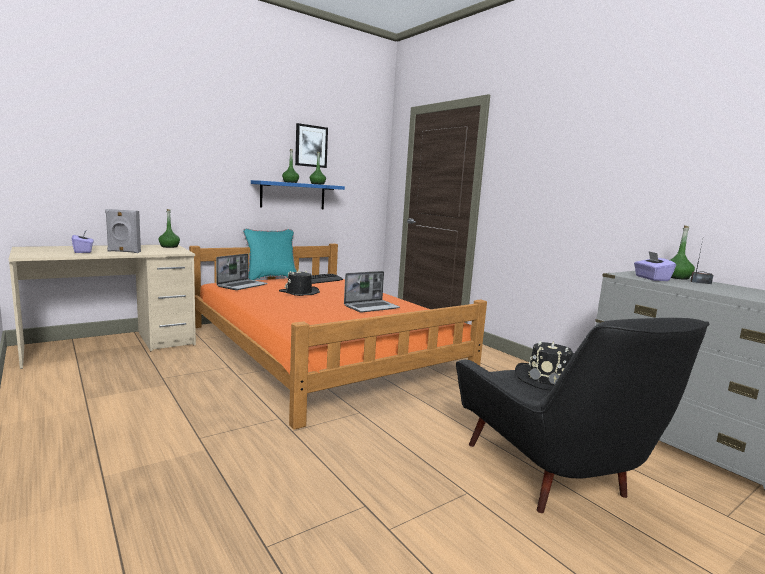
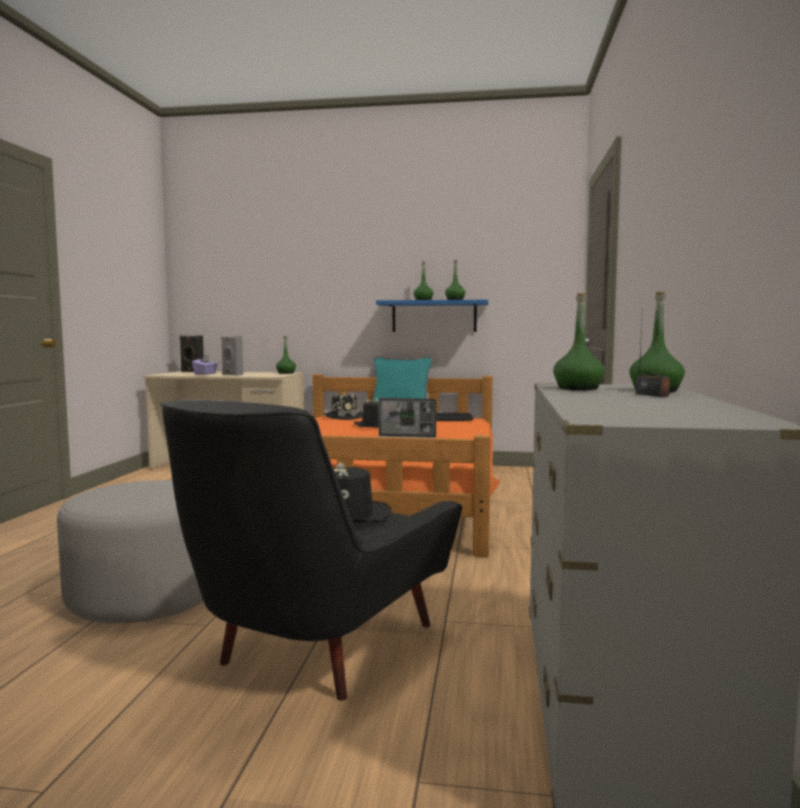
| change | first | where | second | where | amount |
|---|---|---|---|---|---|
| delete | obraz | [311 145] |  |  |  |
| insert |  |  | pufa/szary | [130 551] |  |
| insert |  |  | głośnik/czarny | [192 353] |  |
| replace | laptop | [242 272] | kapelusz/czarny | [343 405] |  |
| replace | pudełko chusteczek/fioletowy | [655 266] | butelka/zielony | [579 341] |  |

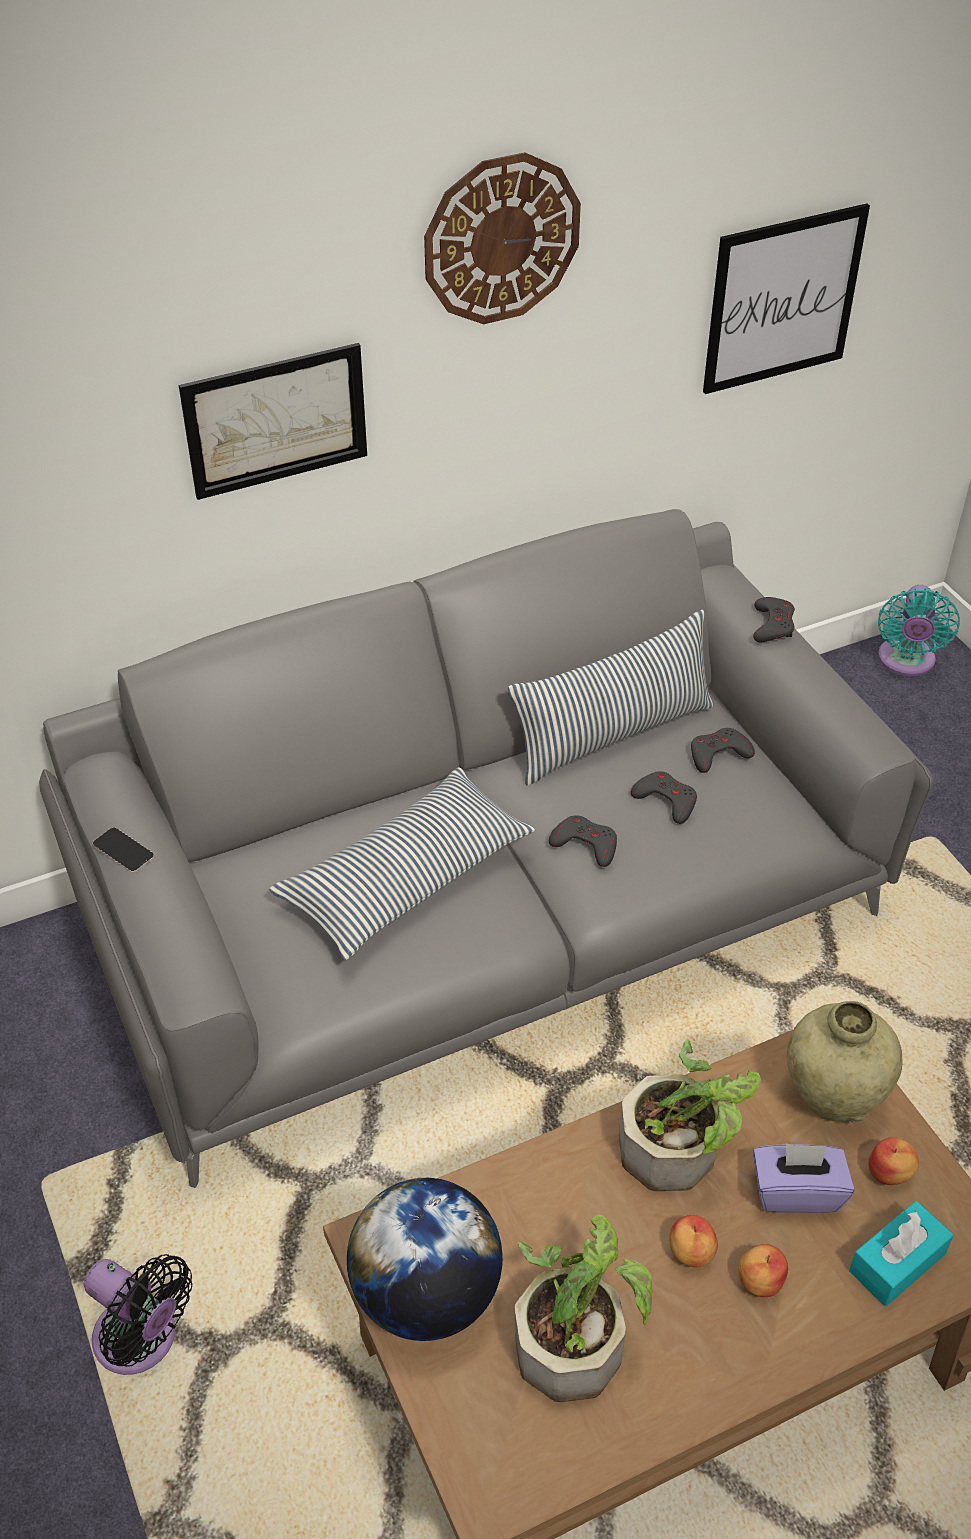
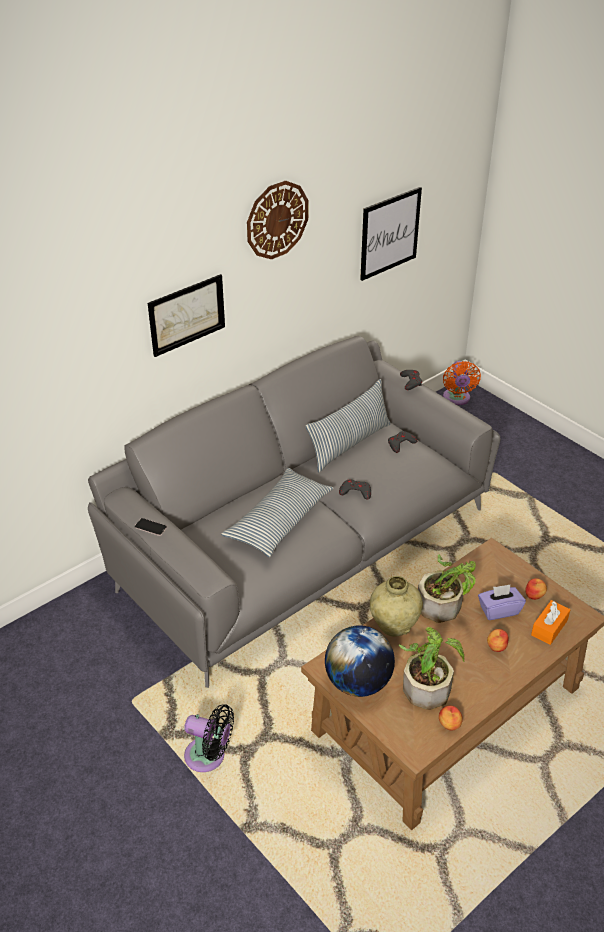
| change | first | where | second | where | amount |
|---|---|---|---|---|---|
| delete | pad do gier/szary | [664 797] |  |  |  |
| move | jabłko | [693 1241] |  | [451 718] |  |
| move | wazon/beżowy | [844 1062] |  | [396 606] |  |
| recolor | pudełko chusteczek/turkusowy | [901 1253] | pudełko chusteczek/pomarańczowy | [550 622] |  |
| recolor | wentylator/turkusowy | [919 630] | wentylator/pomarańczowy | [462 383] |  |

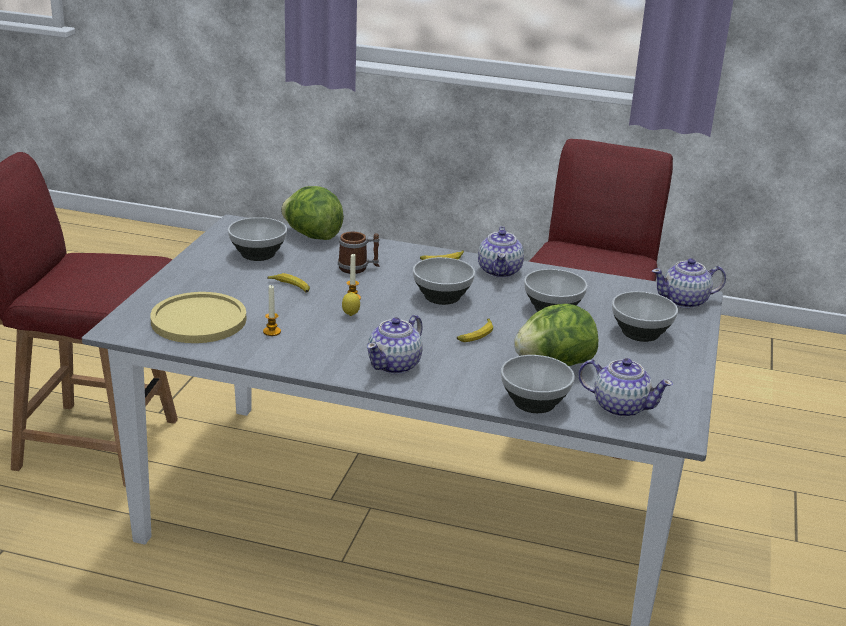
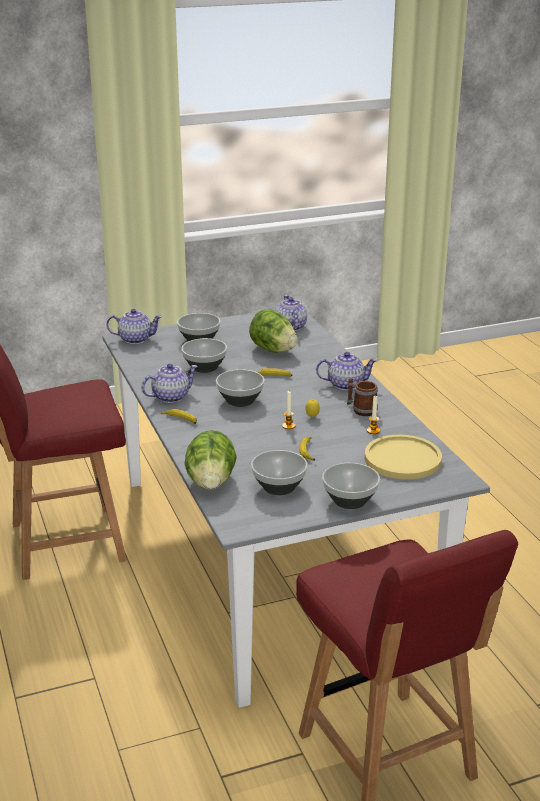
| change | first | where | second | where | amount |
|---|---|---|---|---|---|
| move | kubek | [359 253] |  | [362 397] |  |
| move | miska | [538 384] |  | [351 486] |  |
| rotate | imbryk | [689 283] |  | [134 326] | 45 degrees counterclockwise |

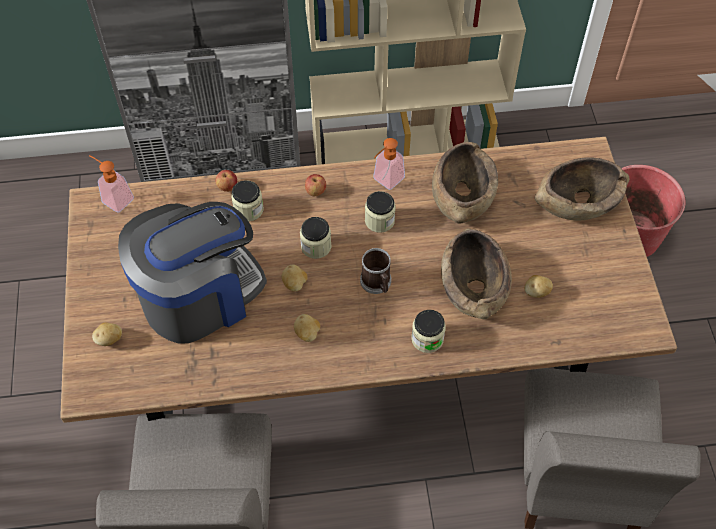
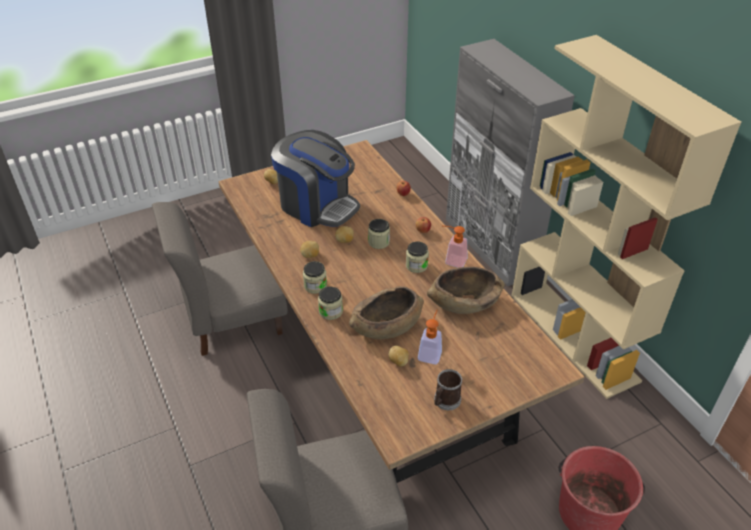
| change | first | where | second | where | amount |
|---|---|---|---|---|---|
| delete | miska/brązowy | [582 188] |  |  |  |
| move | dozownik mydła | [111 184] |  | [430 337] |  |
| move | słoik | [247 201] |  | [315 277] |  |
| move | kubek | [375 271] |  | [448 389] |  |

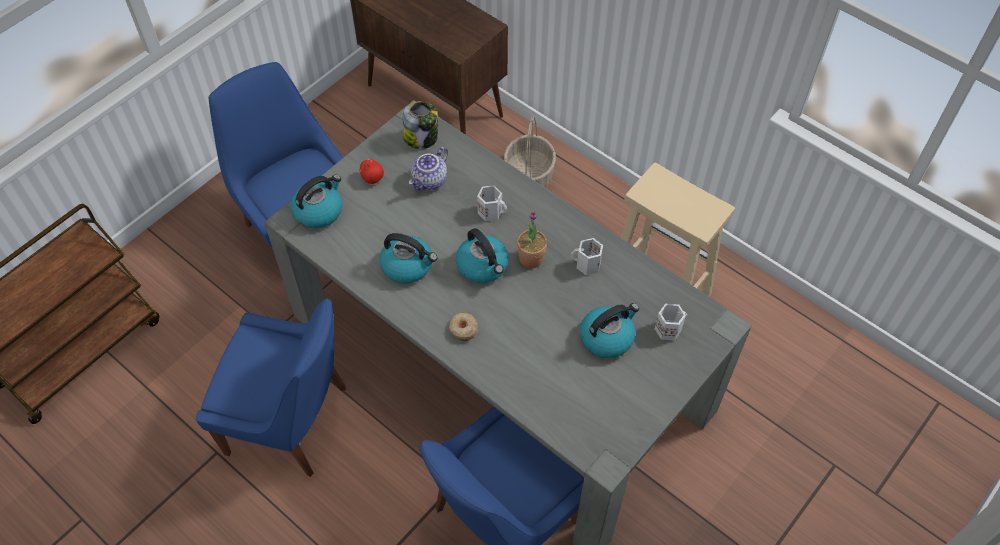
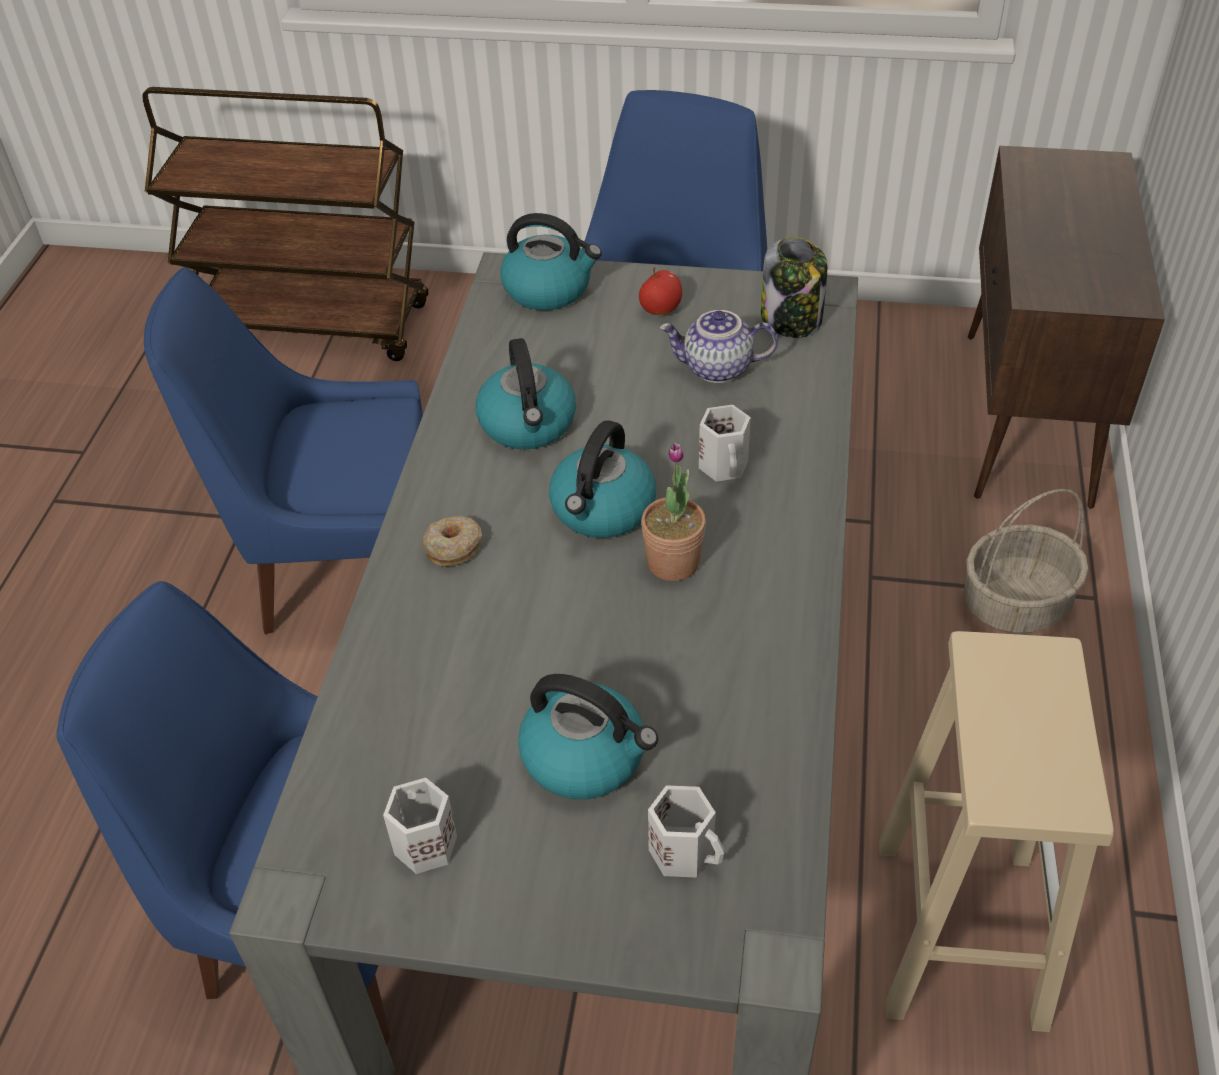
| change | first | where | second | where | amount |
|---|---|---|---|---|---|
| move | kubek/biały | [587 256] |  | [420 826] |  |
| rotate | krzesło/niebieski | [271 387] |  | [283 451] | 105 degrees clockwise |

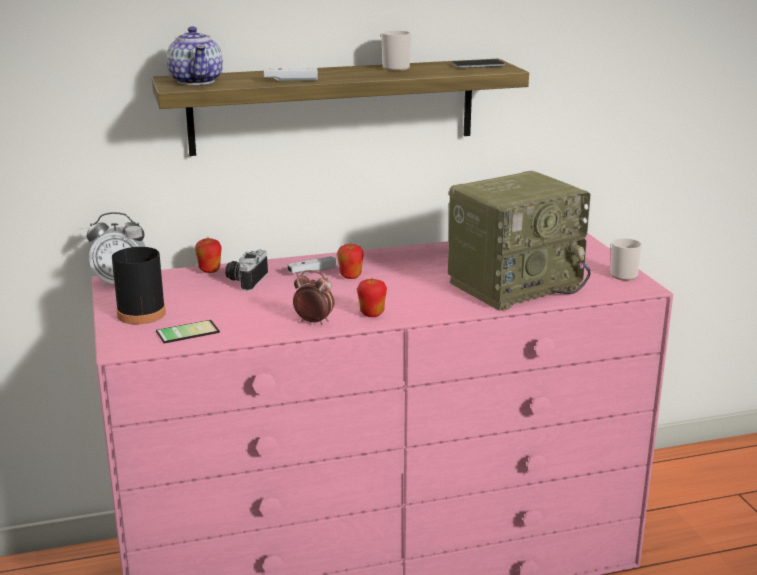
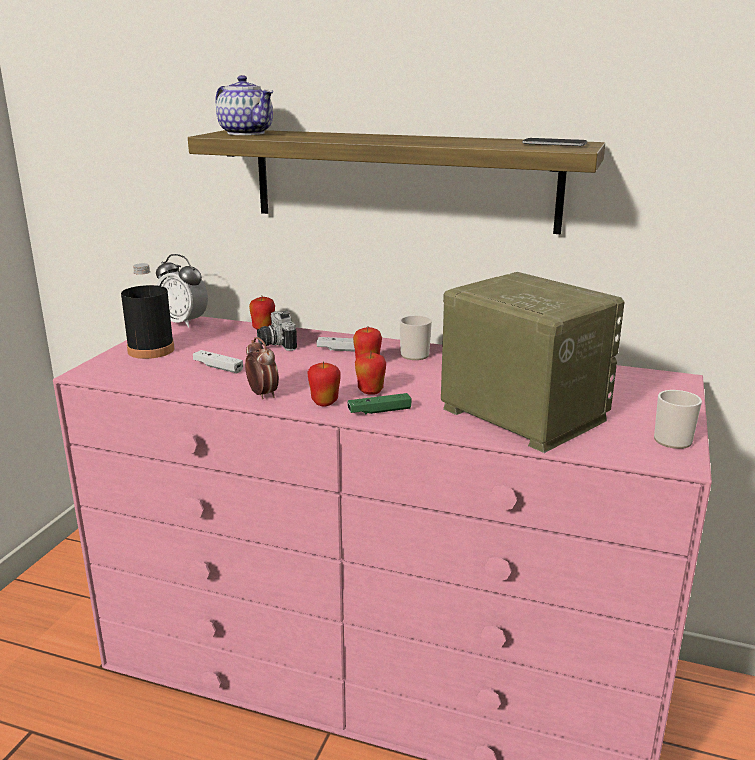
| change | first | where | second | where | amount |
|---|---|---|---|---|---|
| delete | telefon | [188 331] |  |  |  |
| insert |  |  | pad do gier/zielony | [380 403] |  |
| insert |  |  | jabłko | [370 373] |  |
| move | pad do gier/biały | [290 74] |  | [218 361] |  |
| move | kubek | [396 51] |  | [415 338] |  |
| rotate | imbryk | [194 55] |  | [244 105] | 60 degrees counterclockwise |
| rotate | aparat fotograficzny | [246 270] |  | [277 331] | 75 degrees counterclockwise |
| rotate | radio | [519 241] |  | [532 362] | 135 degrees counterclockwise |

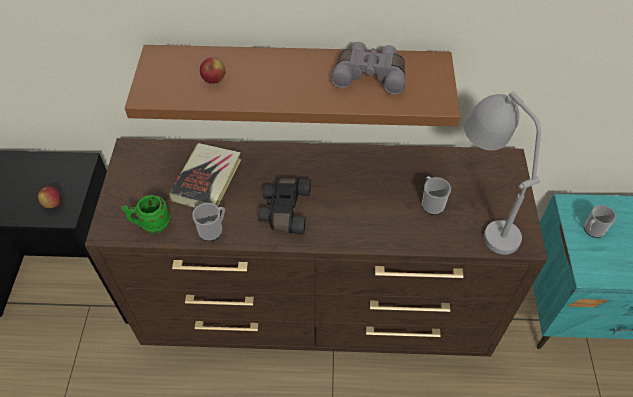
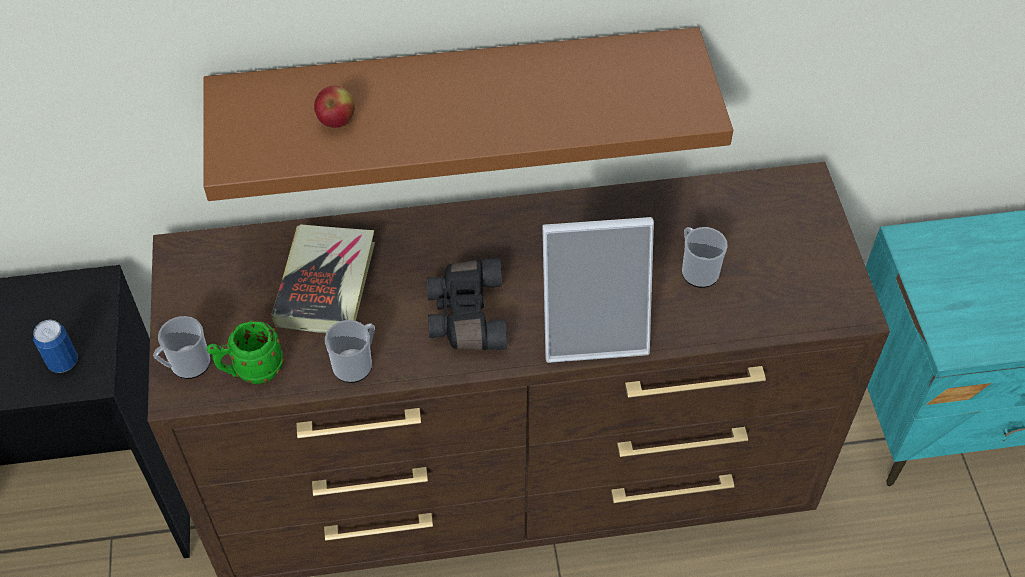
| change | first | where | second | where | amount |
|---|---|---|---|---|---|
| delete | lornetka/szary | [368 68] |  |  |  |
| delete | lampa stołowa/szary | [502 173] |  |  |  |
| insert |  |  | ramka na zdjęcie | [598 290] |  |
| move | kubek | [600 221] |  | [182 347] |  |
| replace | jabłko | [49 197] | puszka | [55 346] |  |

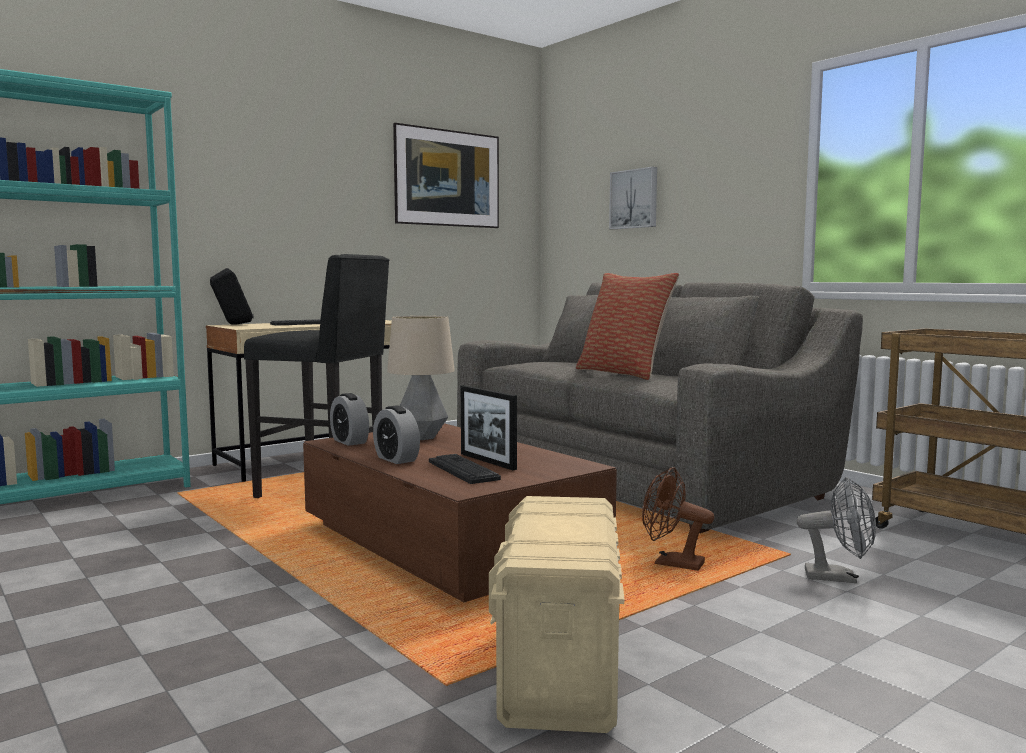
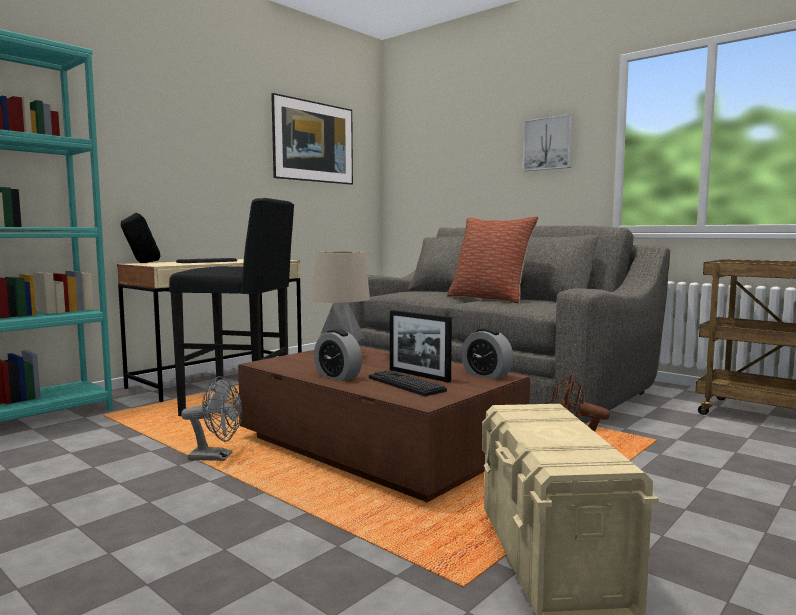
| change | first | where | second | where | amount |
|---|---|---|---|---|---|
| move | budzik | [349 419] |  | [487 354] |  |
| move | obraz | [633 198] |  | [548 142] |  |
| move | wentylator/szary | [836 530] |  | [211 418] |  |

